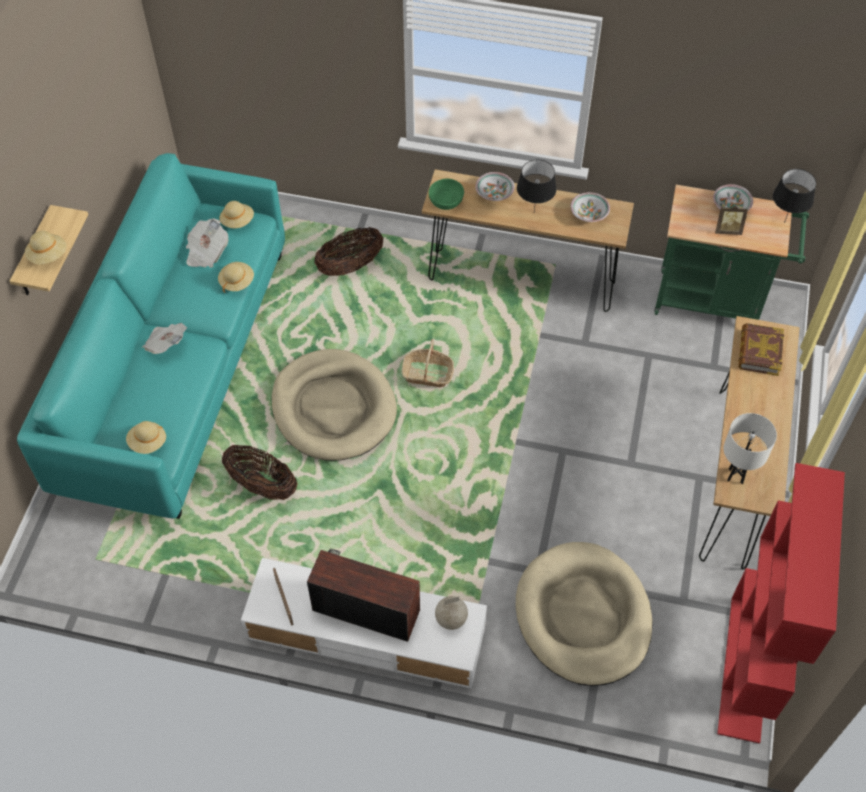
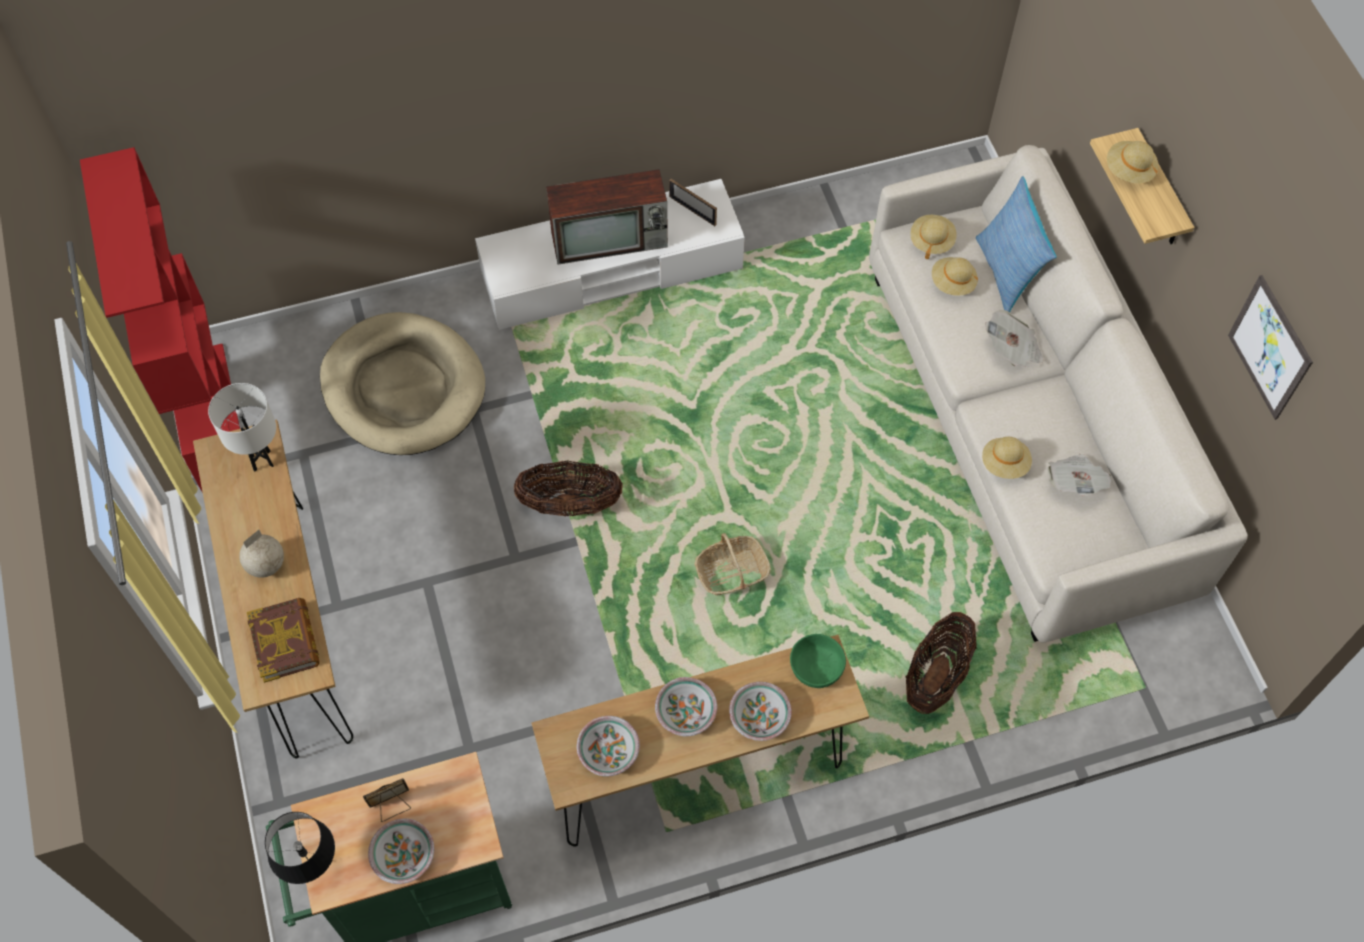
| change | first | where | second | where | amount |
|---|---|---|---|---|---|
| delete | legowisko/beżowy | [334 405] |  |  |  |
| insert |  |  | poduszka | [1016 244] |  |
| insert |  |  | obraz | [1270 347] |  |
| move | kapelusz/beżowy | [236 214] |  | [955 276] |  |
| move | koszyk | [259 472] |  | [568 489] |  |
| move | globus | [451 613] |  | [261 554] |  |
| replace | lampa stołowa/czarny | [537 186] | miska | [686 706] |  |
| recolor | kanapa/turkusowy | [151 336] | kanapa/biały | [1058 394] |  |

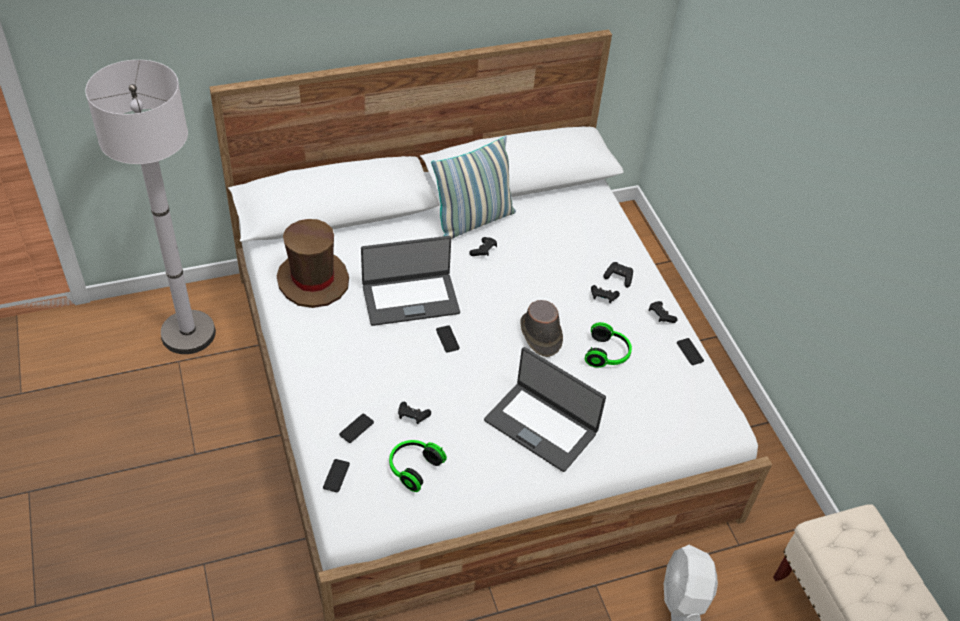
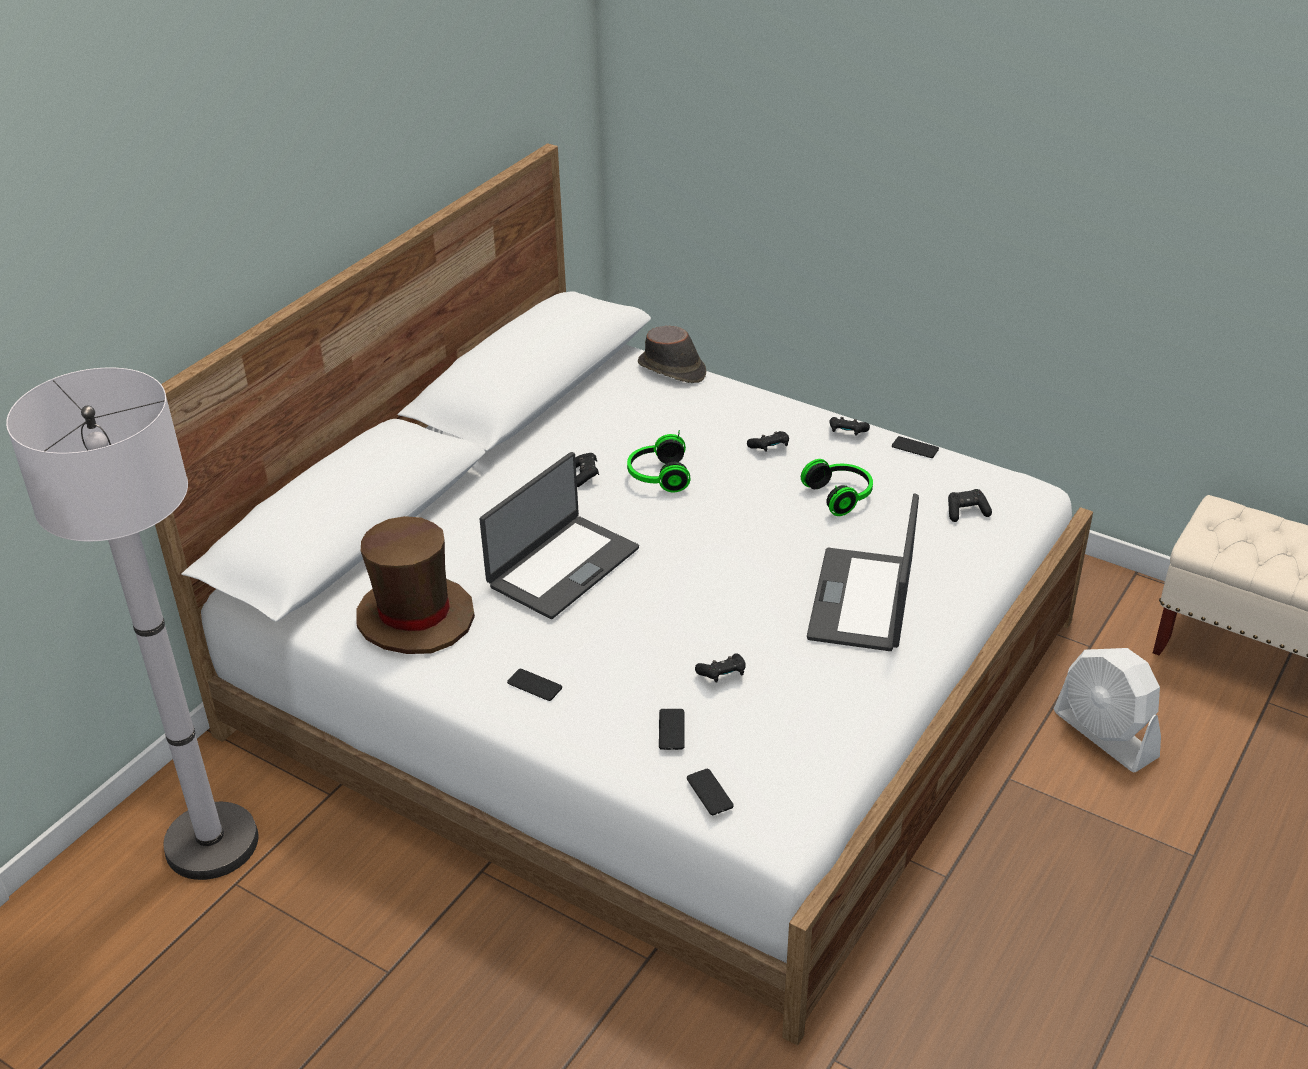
| change | first | where | second | where | amount |
|---|---|---|---|---|---|
| delete | poduszka | [473 187] |  |  |  |
| move | słuchawki | [418 466] |  | [659 461] |  |
| move | telefon | [448 339] |  | [534 685] |  |
| move | kapelusz/brązowy | [541 328] |  | [672 354] |  |
| move | pad do gier/czarny | [618 275] |  | [970 505] |  |
| rotate | laptop | [545 409] |  | [863 572] | 105 degrees clockwise |

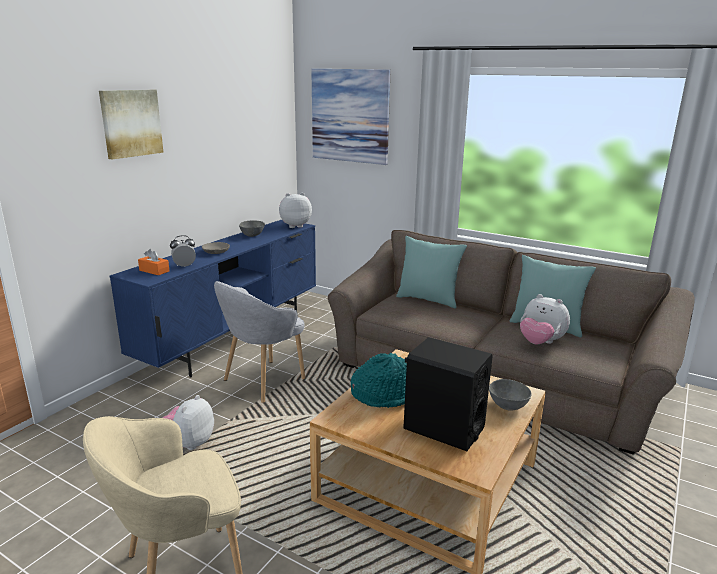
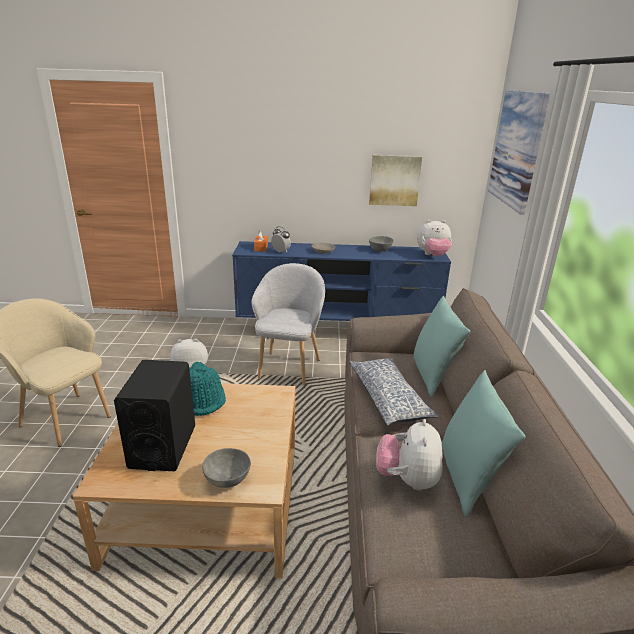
| change | first | where | second | where | amount |
|---|---|---|---|---|---|
| insert |  |  | poduszka | [394 392] |  |
| move | obraz | [131 125] |  | [395 180] |  |
| rotate | fotel/szary | [259 342] |  | [288 324] | 90 degrees clockwise |
| rotate | pluszak | [295 210] |  | [434 238] | 135 degrees clockwise |

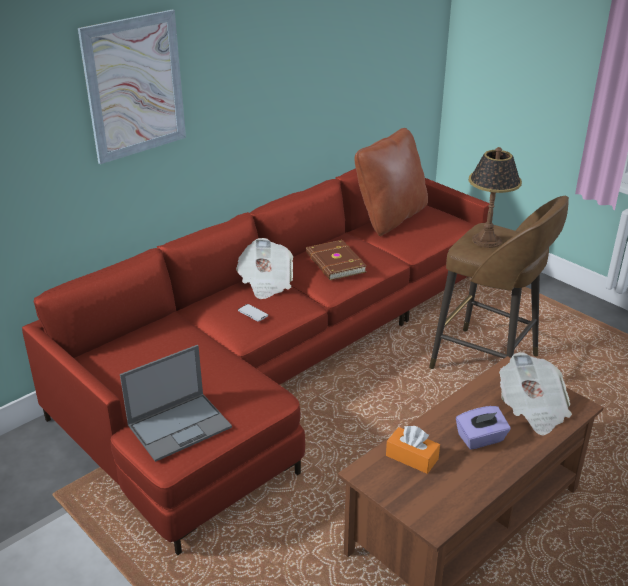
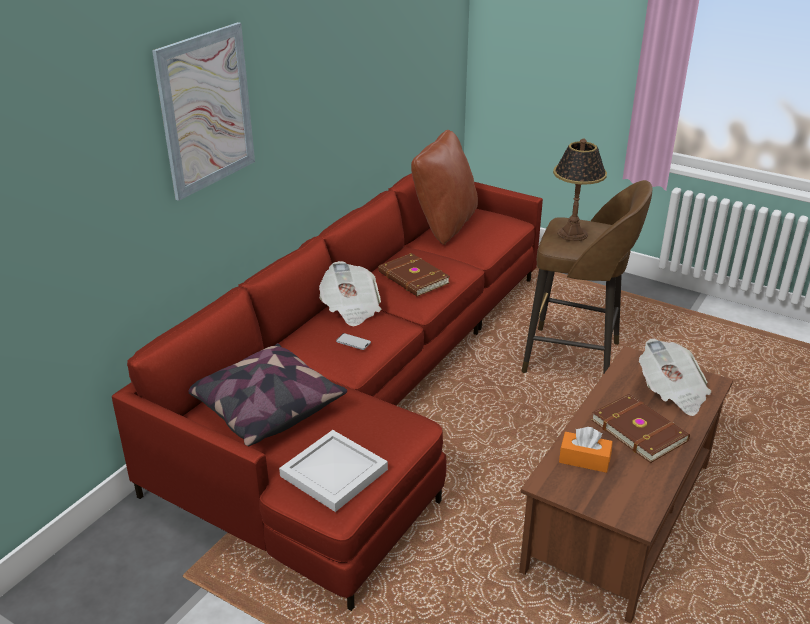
| change | first | where | second | where | amount |
|---|---|---|---|---|---|
| insert |  |  | poduszka | [268 394] |  |
| replace | laptop | [176 403] | taca/biały | [333 471] |  |
| replace | pudełko chusteczek/fioletowy | [483 428] | książka/brązowy | [640 428] |  |

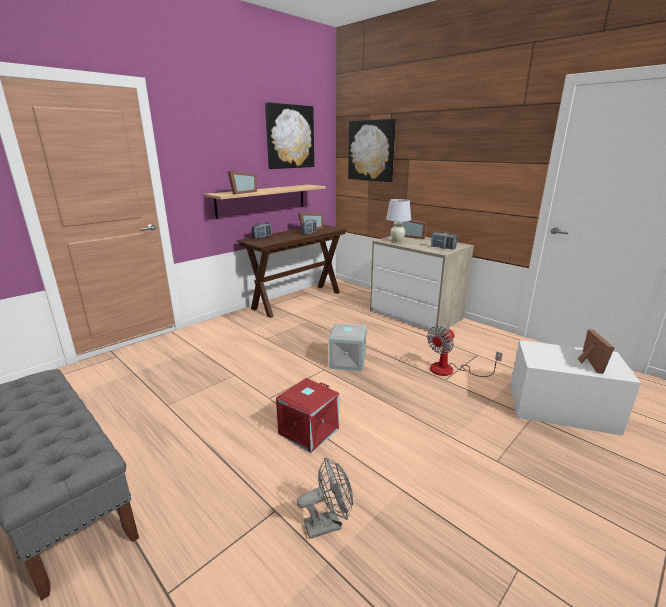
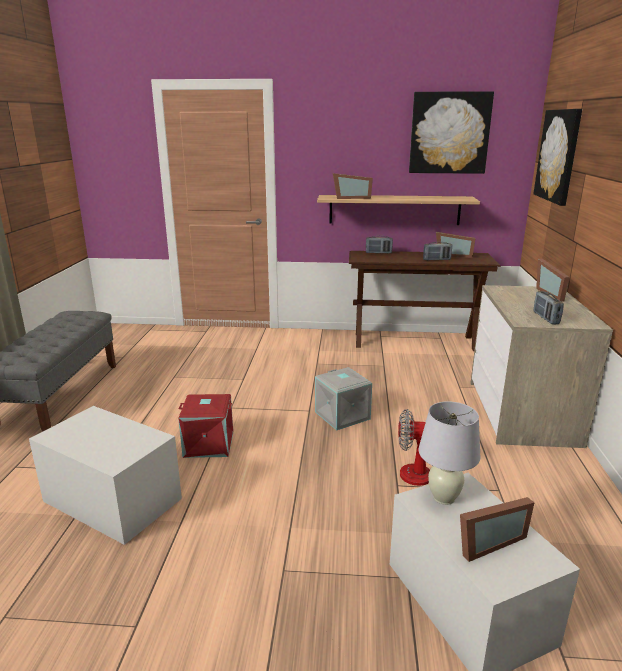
| change | first | where | second | where | amount |
|---|---|---|---|---|---|
| move | lampa stołowa/biały | [398 221] |  | [449 453] |  |
| replace | wentylator/szary | [325 498] | pojemnik do przechowywania/biały | [105 475] |  |

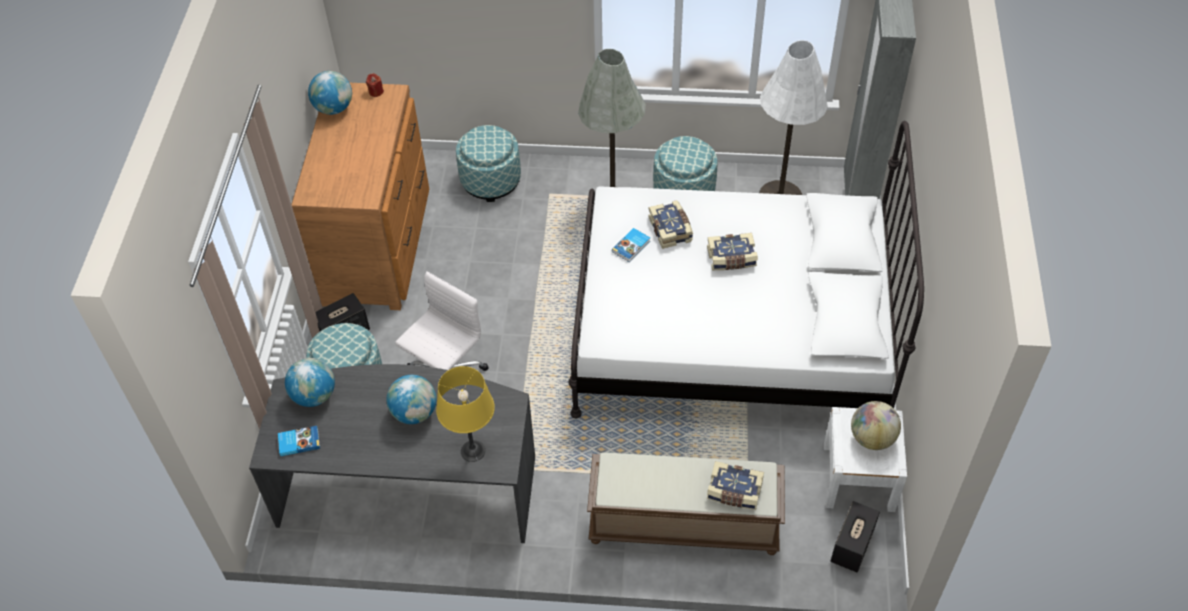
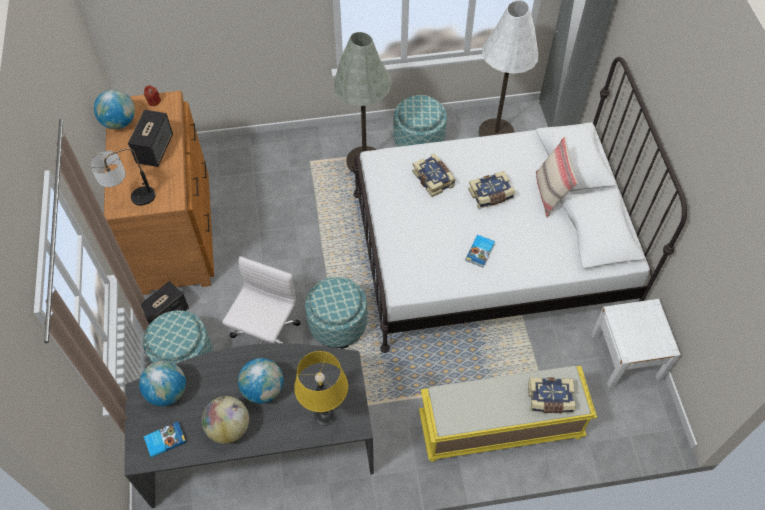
| change | first | where | second | where | amount |
|---|---|---|---|---|---|
| insert |  |  | lampa stołowa | [123 177] |  |
| insert |  |  | poduszka/beżowy | [557 177] |  |
| move | pufa | [488 163] |  | [336 313] |  |
| move | książka | [631 245] |  | [480 251] |  |
| move | głośnik | [855 537] |  | [150 138] |  |
| move | globus | [876 425] |  | [225 420] |  |
| recolor | ławka/brązowy | [686 503] | ławka/żółty | [508 414] |  |

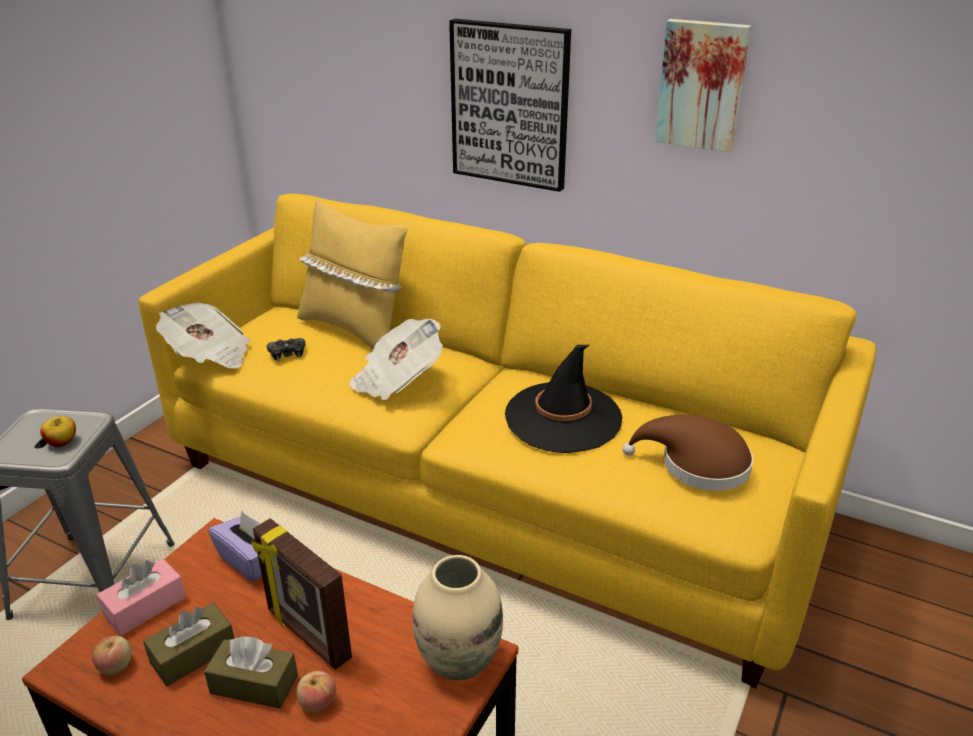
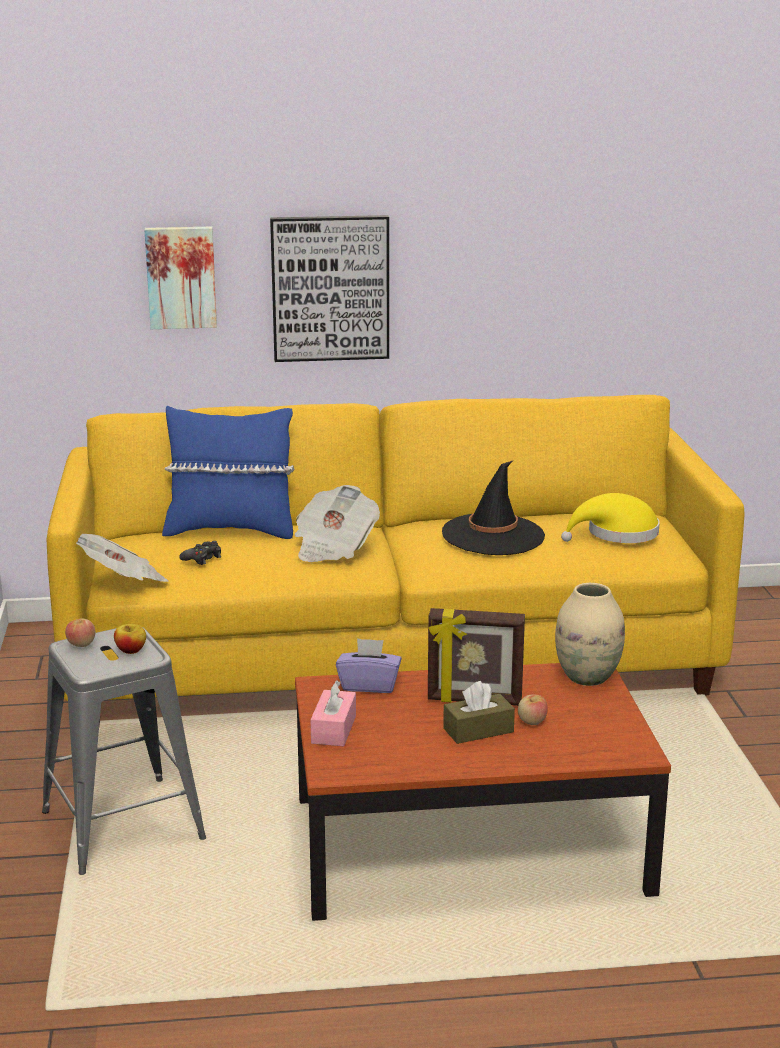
| change | first | where | second | where | amount |
|---|---|---|---|---|---|
| delete | pudełko chusteczek/brązowy | [189 644] |  |  |  |
| move | jabłko | [112 655] |  | [80 633] |  |
| move | obraz | [703 85] |  | [180 277] |  |
| recolor | poduszka/żółty | [352 274] | poduszka/niebieski | [228 472] |  |
| recolor | kapelusz/brązowy | [687 453] | kapelusz/żółty | [610 518] |  |

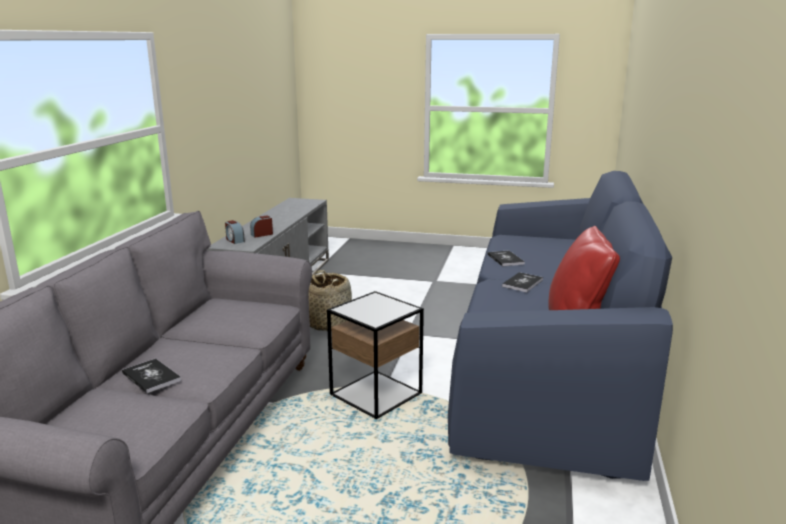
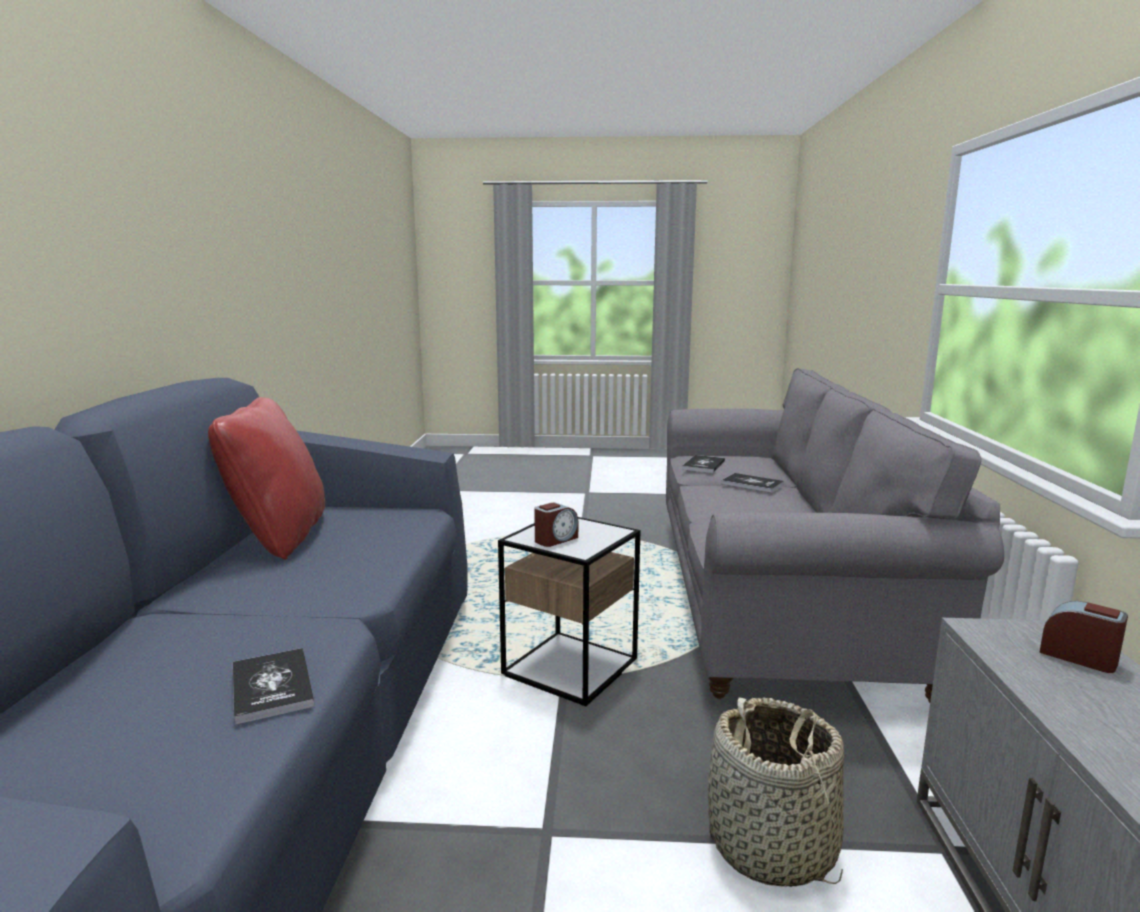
| change | first | where | second | where | amount |
|---|---|---|---|---|---|
| move | budzik | [261 226] |  | [556 525] |  |
| move | książka | [522 282] |  | [703 464] |  |

